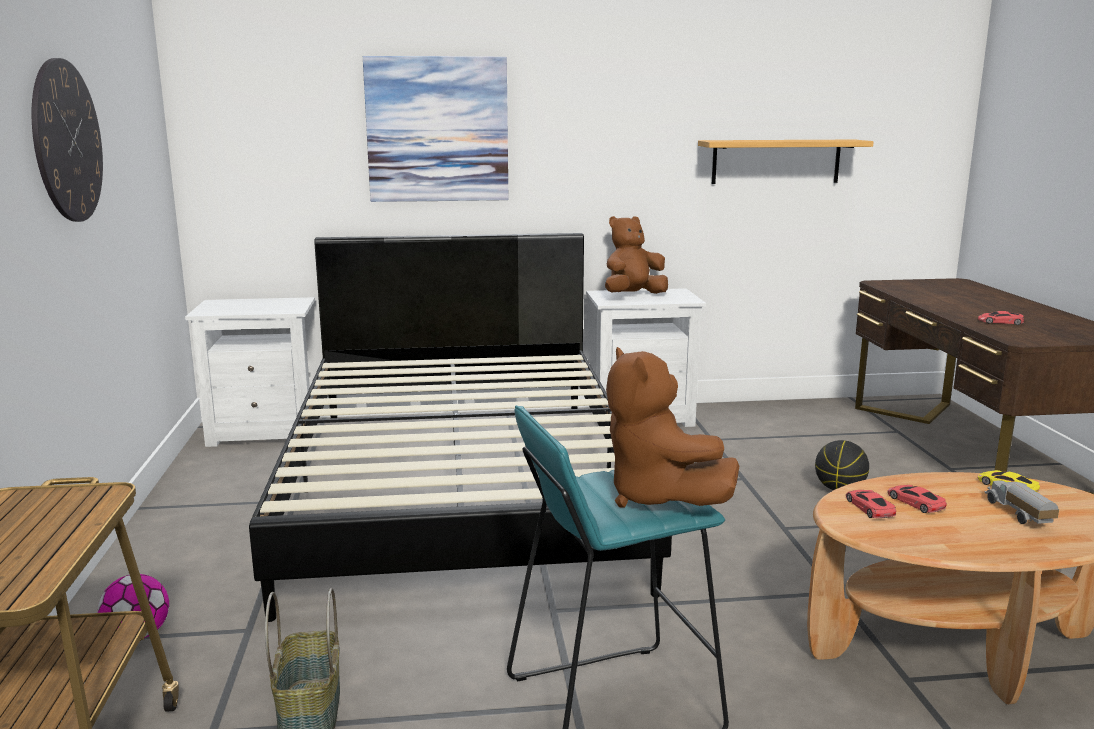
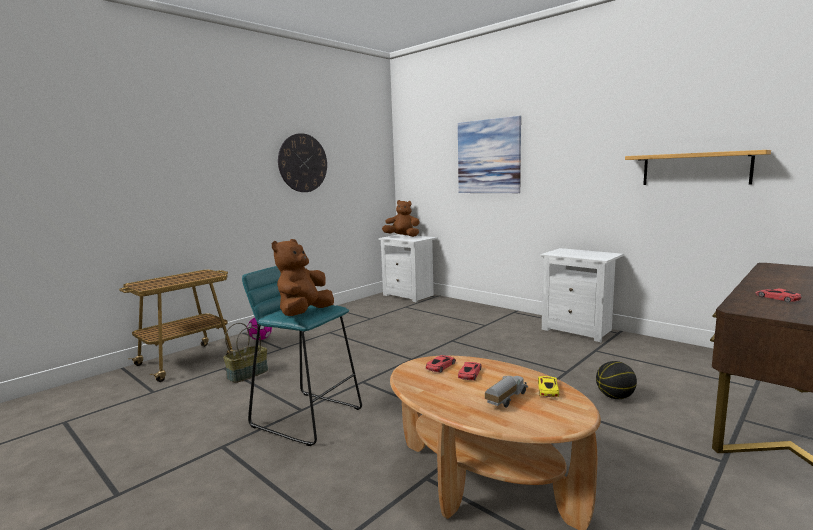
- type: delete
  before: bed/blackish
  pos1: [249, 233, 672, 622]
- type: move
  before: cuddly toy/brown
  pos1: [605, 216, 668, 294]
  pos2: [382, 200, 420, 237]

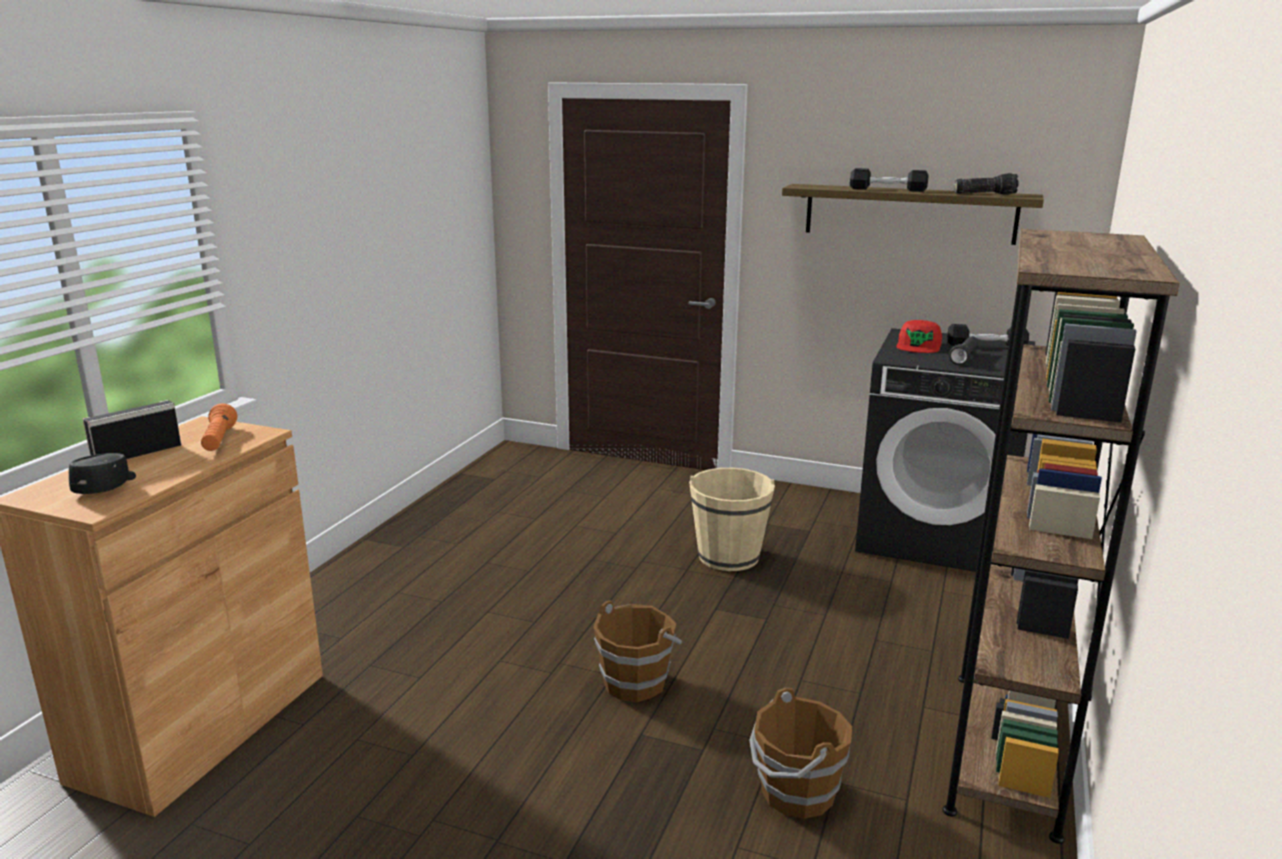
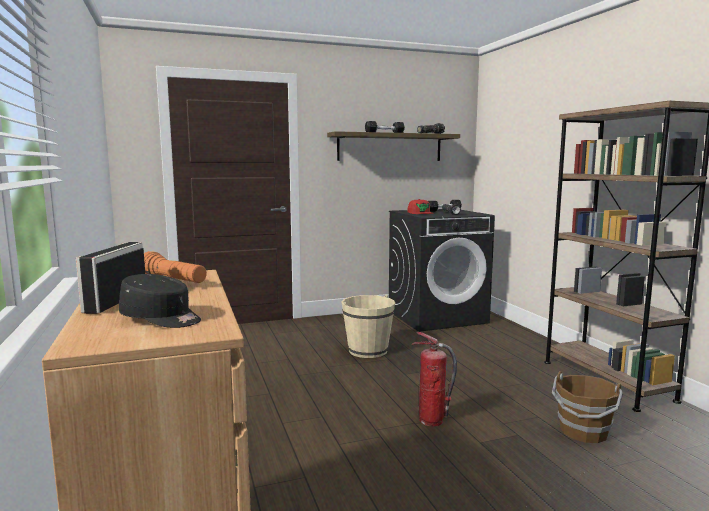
- type: replace
  before: bucket/brown
  after: fire extinguisher
  pos1: [594, 600, 682, 702]
  pos2: [412, 332, 457, 426]
- type: rotate
  before: cap/blackish
  pos1: [69, 453, 136, 494]
  pos2: [119, 274, 201, 328]
  turn: 150

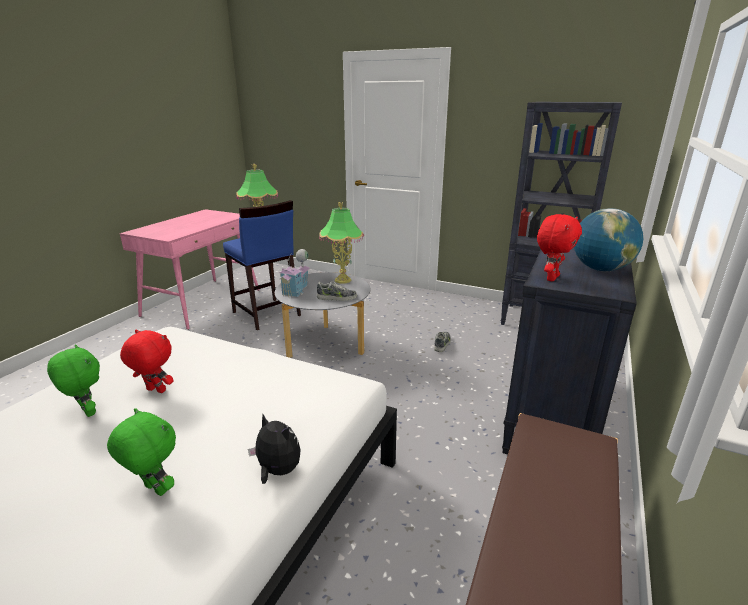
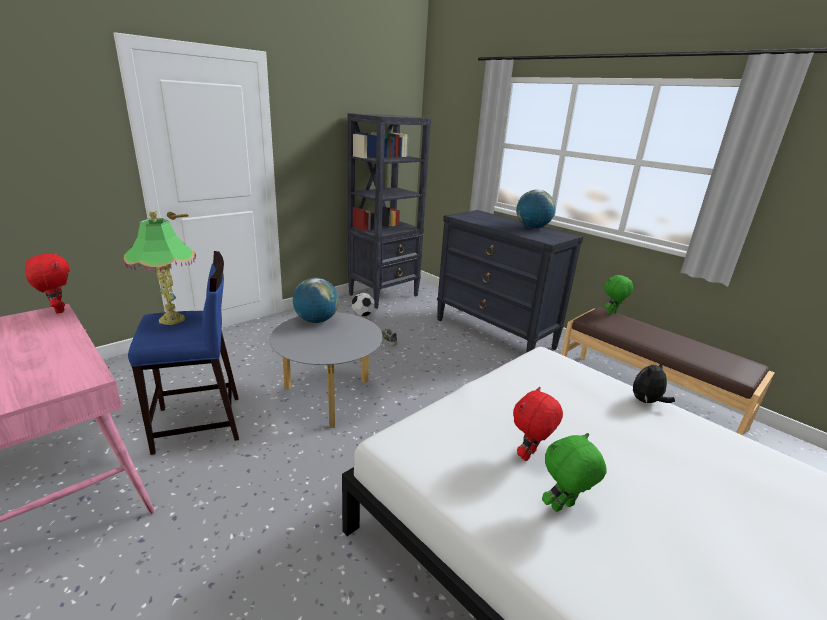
- type: delete
  before: miniature house
  pos1: [279, 249, 310, 298]
- type: delete
  before: item of footwear
  pos1: [317, 281, 357, 301]
- type: insert
  after: football
  pos2: [352, 293, 375, 317]
- type: move
  before: cuddly toy/green
  pos1: [107, 408, 176, 496]
  pos2: [605, 275, 633, 314]
- type: move
  before: cuddly toy/reddish
  pos1: [537, 214, 582, 281]
  pos2: [25, 253, 69, 313]
- type: replace
  before: tabletop lamp
  after: desk globe
  pos1: [319, 202, 364, 284]
  pos2: [293, 278, 339, 323]

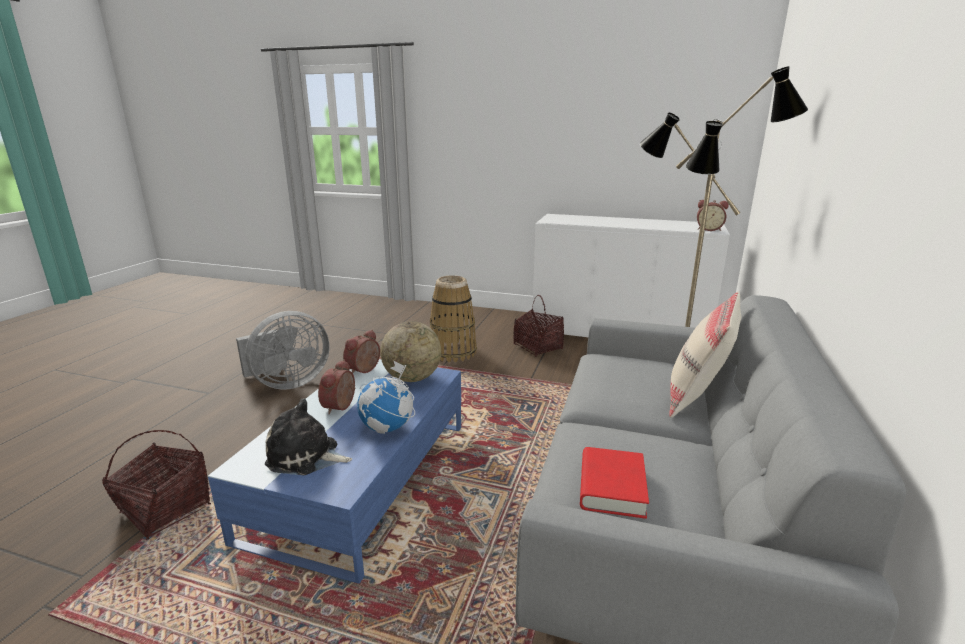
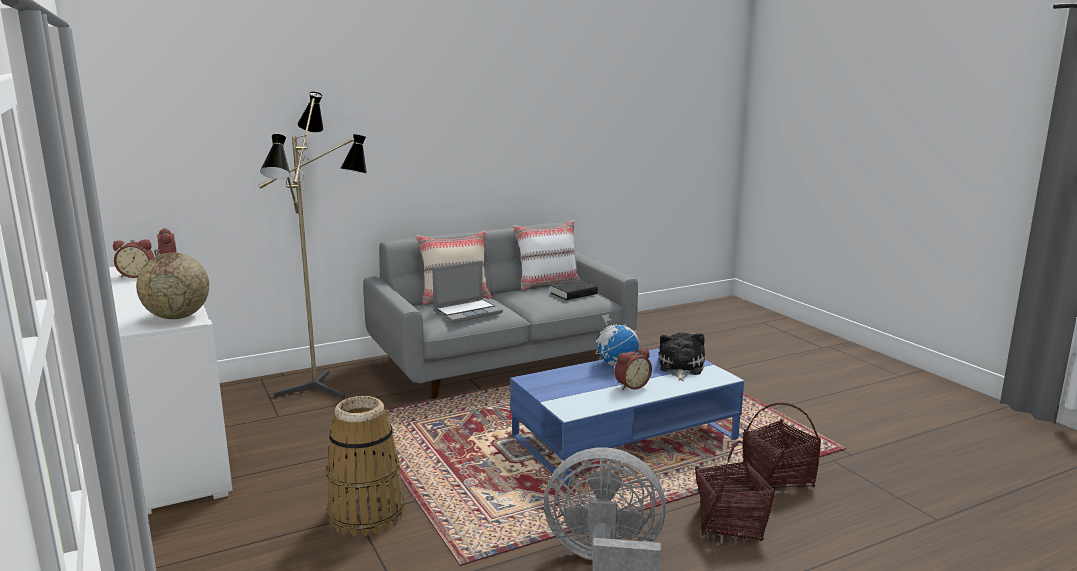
- type: insert
  after: portable computer
  pos2: [432, 261, 503, 323]
- type: insert
  after: cushion/whitish
  pos2: [513, 220, 580, 290]
- type: move
  before: bedside clock
  pos1: [343, 330, 380, 373]
  pos2: [113, 239, 154, 278]
- type: move
  before: desk globe
  pos1: [380, 321, 441, 382]
  pos2: [136, 252, 209, 319]
- type: move
  before: storage basket
  pos1: [513, 295, 564, 357]
  pos2: [695, 441, 775, 541]
- type: recolor
  before: volume/reddish
  after: volume/blackish
  pos1: [580, 447, 649, 519]
  pos2: [550, 279, 598, 300]
- type: rotate
  before: cuddly toy
  pos1: [265, 398, 352, 475]
  pos2: [659, 332, 705, 381]
  turn: -135

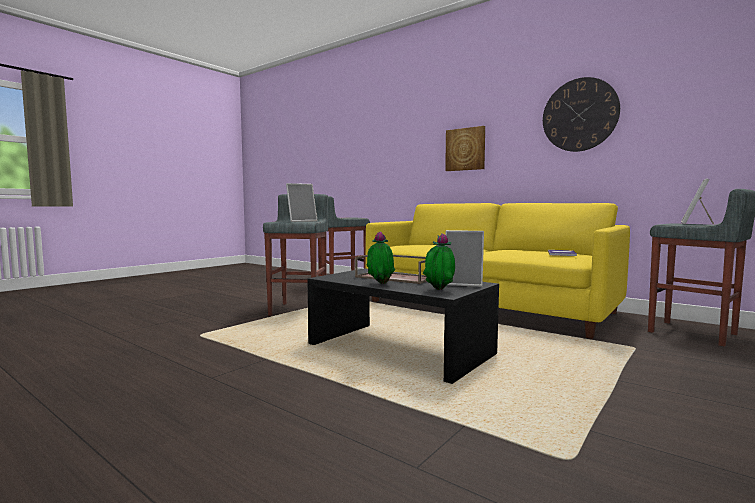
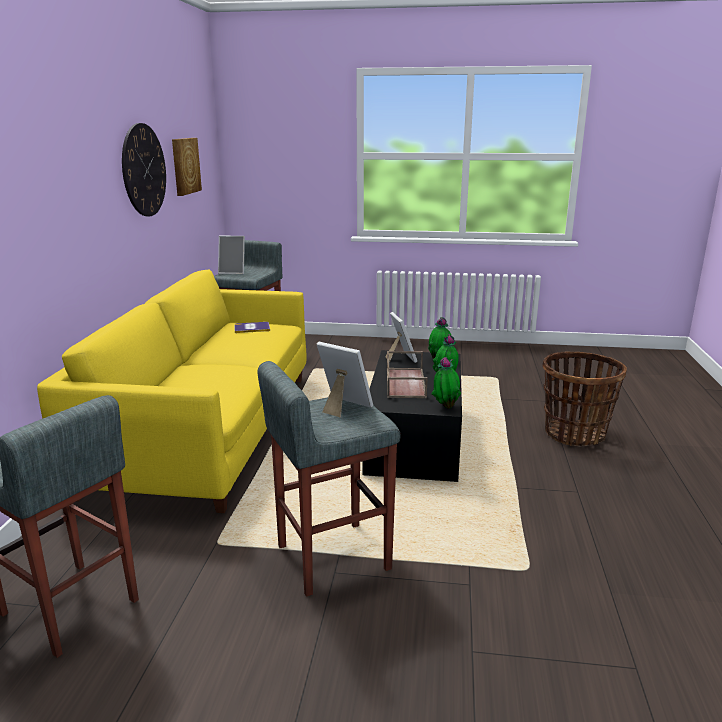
- type: insert
  after: houseplant
  pos2: [432, 357, 461, 409]
- type: insert
  after: storage basket
  pos2: [542, 352, 627, 447]
- type: move
  before: picture
  pos1: [445, 126, 485, 171]
  pos2: [172, 138, 202, 196]

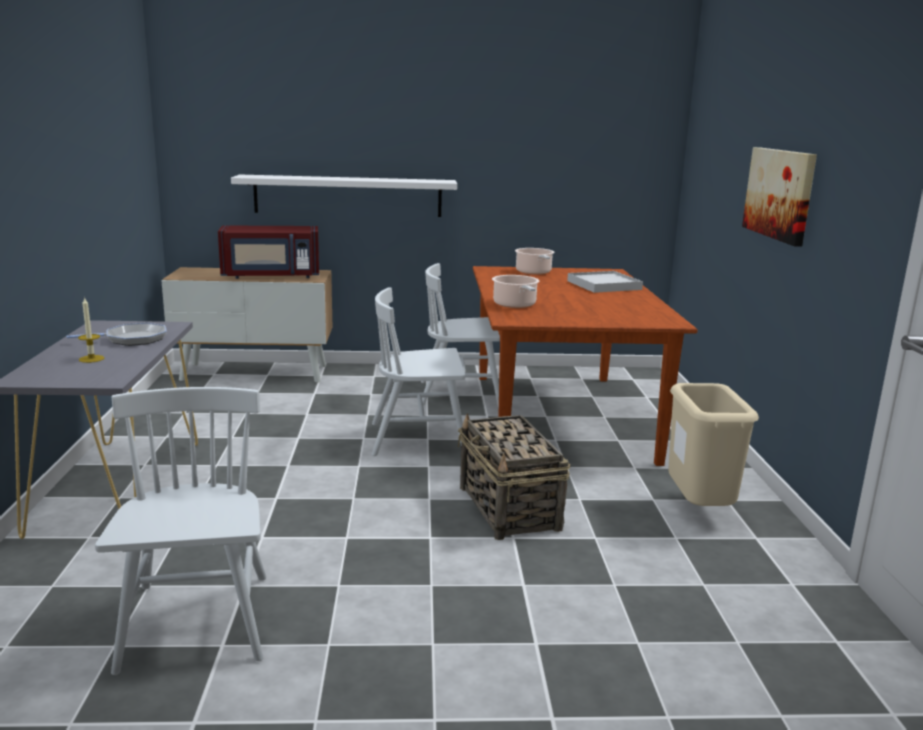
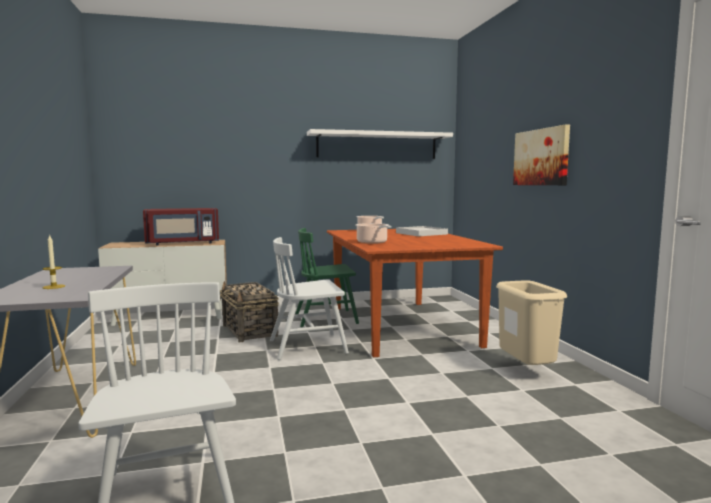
- type: delete
  before: skillet
  pos1: [66, 323, 166, 346]
- type: move
  before: bracket shelf/whitish
  pos1: [231, 174, 457, 217]
  pos2: [307, 129, 453, 159]
- type: move
  before: storage basket
  pos1: [458, 413, 570, 540]
  pos2: [220, 281, 279, 342]
- type: recolor
  before: plain chair/whitish
  after: plain chair/green
  pos1: [421, 263, 500, 407]
  pos2: [295, 228, 359, 327]

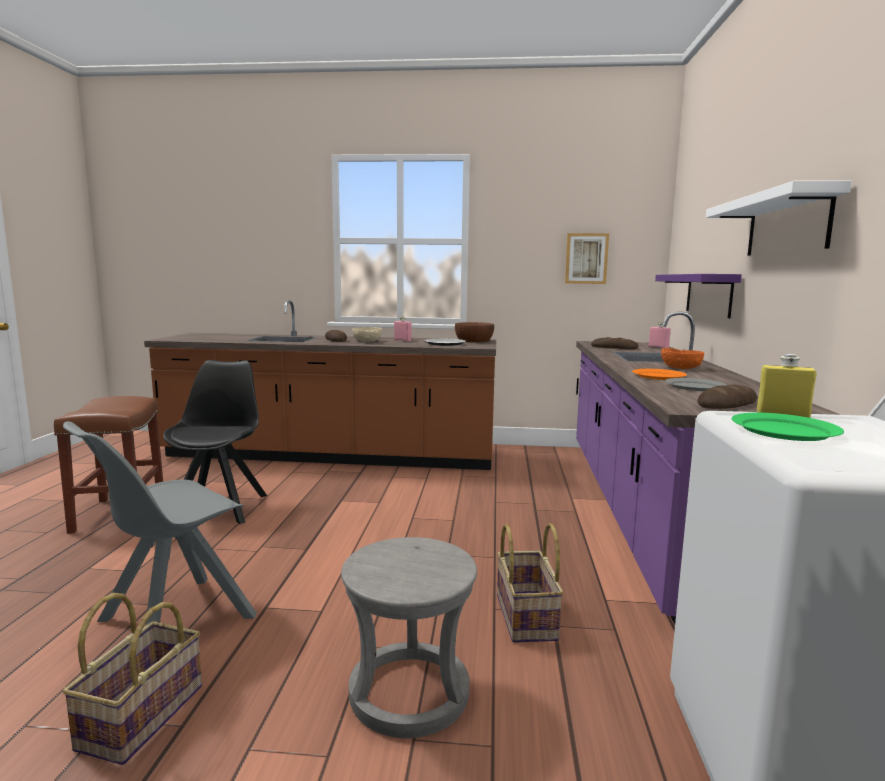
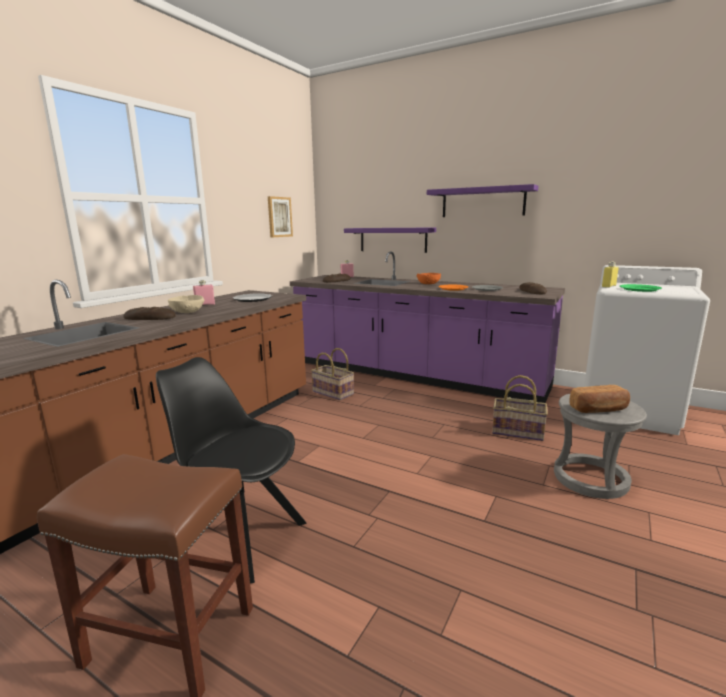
- type: delete
  before: plain chair/grey
  pos1: [63, 421, 257, 626]
- type: delete
  before: bowl/brown
  pos1: [455, 322, 494, 342]
- type: insert
  after: baked bread
  pos2: [570, 385, 630, 413]
- type: move
  before: storage basket
  pos1: [62, 593, 202, 765]
  pos2: [311, 348, 354, 400]
- type: recolor
  before: bracket shelf/whitish
  after: bracket shelf/purple-coloured
  pos1: [706, 181, 852, 256]
  pos2: [427, 184, 538, 217]

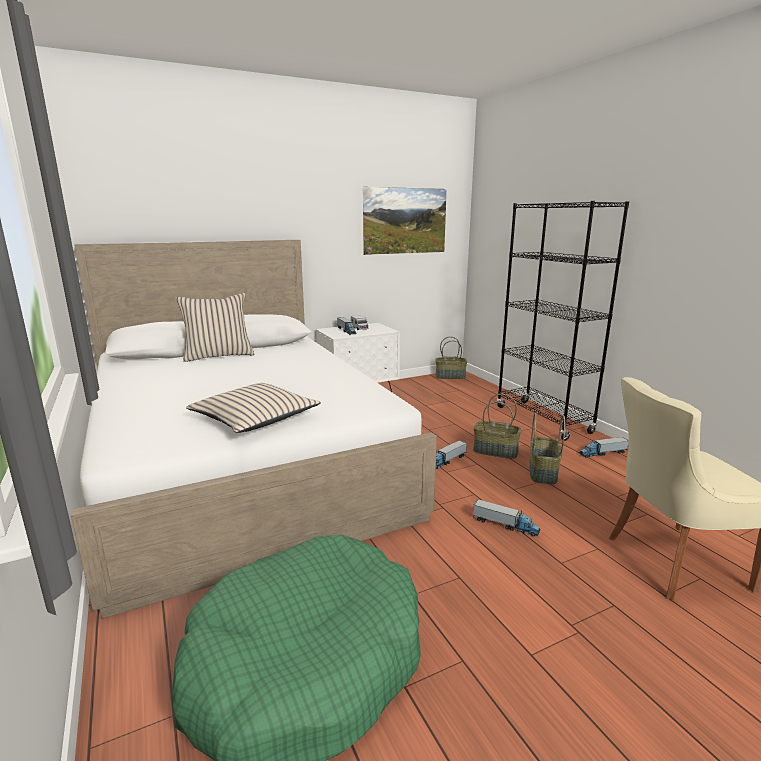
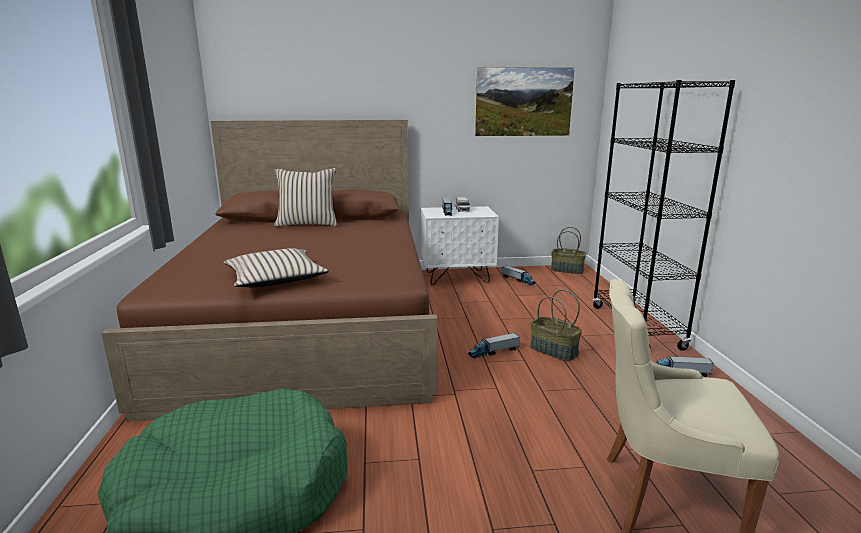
- type: delete
  before: storage basket
  pos1: [529, 413, 565, 485]
- type: move
  before: toy truck
  pos1: [473, 499, 540, 536]
  pos2: [502, 265, 536, 285]
- type: recolor
  before: bed/whitish
  after: bed/brown
  pos1: [71, 240, 437, 619]
  pos2: [102, 120, 437, 422]

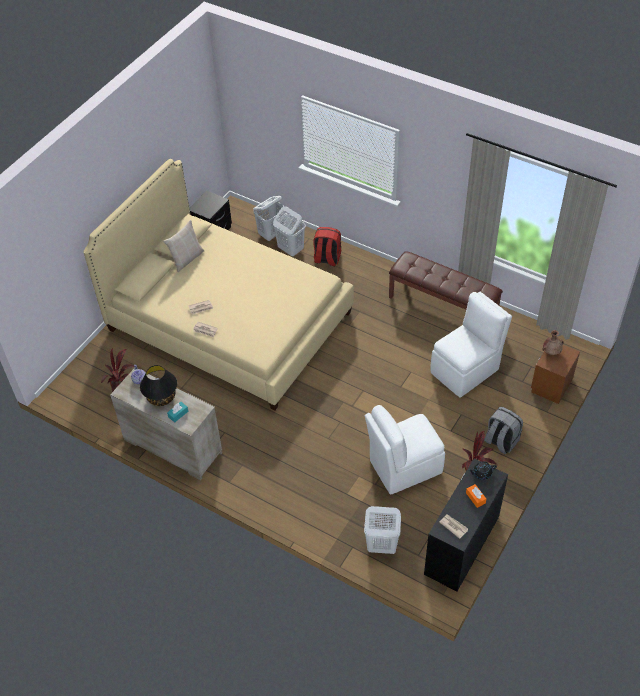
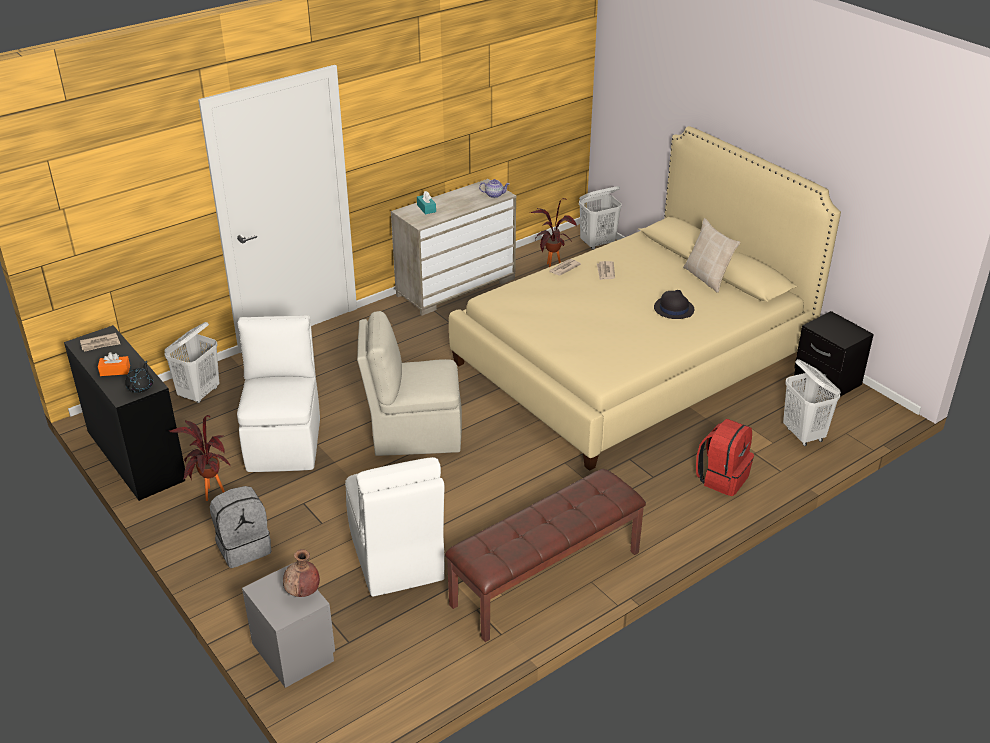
- type: delete
  before: tabletop lamp/blackish
  pos1: [140, 365, 177, 406]
- type: insert
  after: plain chair/sand-coloured
  pos2: [357, 311, 462, 456]
- type: insert
  after: hat/blackish
  pos2: [654, 290, 694, 319]
- type: move
  before: washing basket/whitish
  pos1: [273, 206, 306, 257]
  pos2: [579, 186, 622, 250]
- type: recolor
  before: nightstand/brown
  after: nightstand/grey
  pos1: [531, 345, 580, 404]
  pos2: [242, 564, 335, 688]

